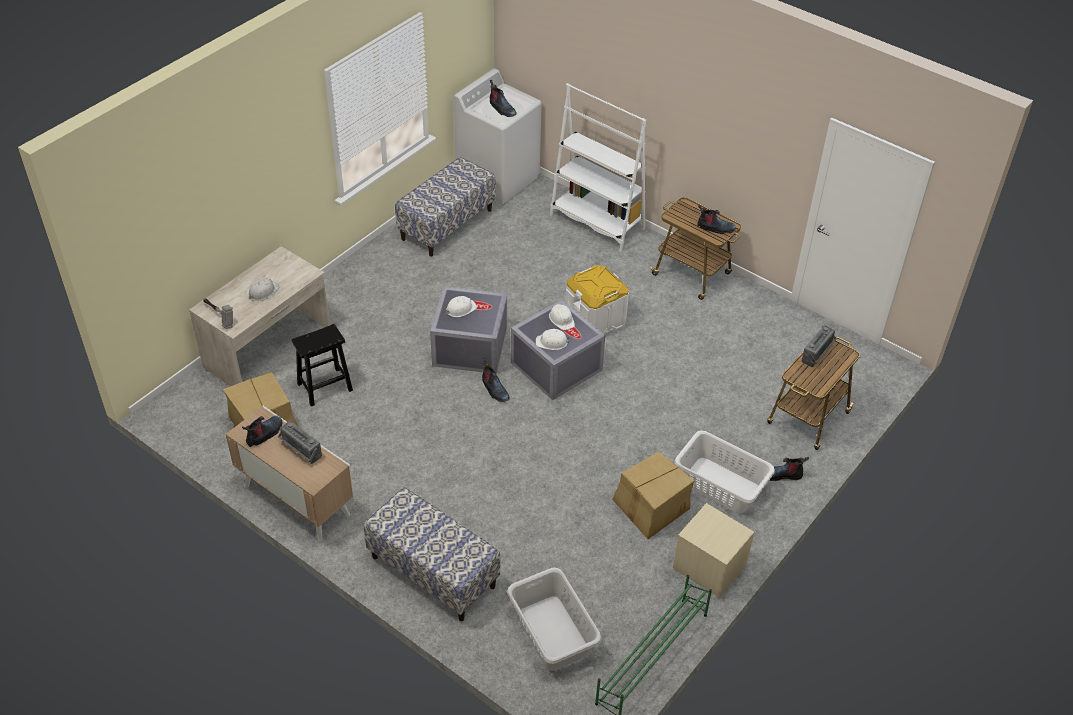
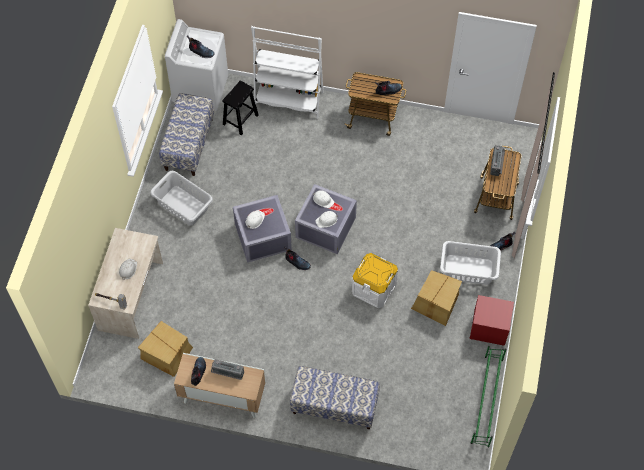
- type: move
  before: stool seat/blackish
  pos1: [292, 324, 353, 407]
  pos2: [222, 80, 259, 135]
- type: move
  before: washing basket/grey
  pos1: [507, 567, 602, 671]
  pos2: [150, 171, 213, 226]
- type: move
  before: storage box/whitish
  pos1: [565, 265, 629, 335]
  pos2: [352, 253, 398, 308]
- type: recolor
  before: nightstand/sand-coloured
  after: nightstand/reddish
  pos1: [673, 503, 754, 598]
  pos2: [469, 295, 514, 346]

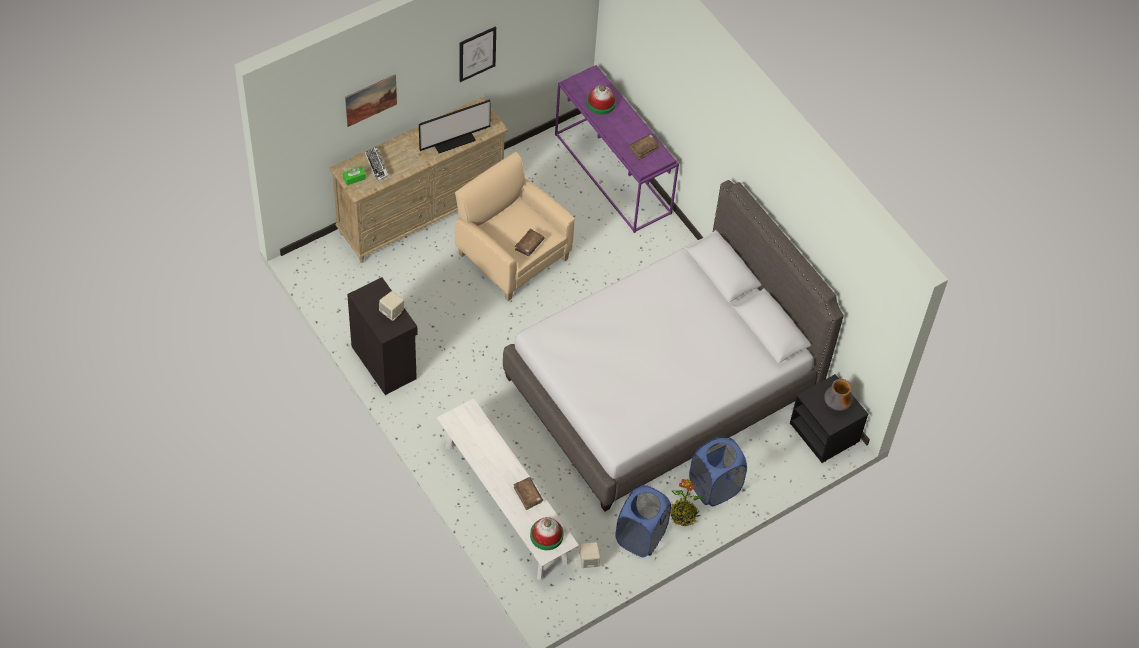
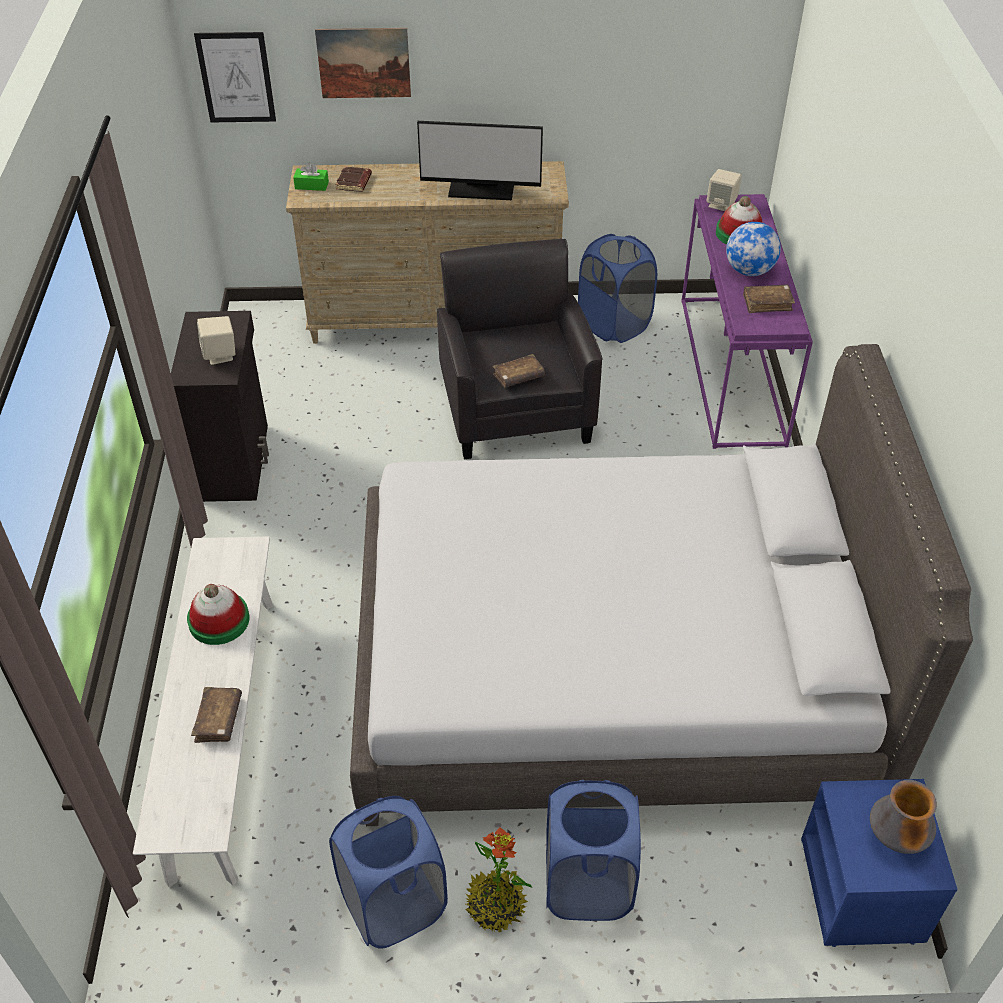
- type: insert
  after: washing basket/bluish
  pos2: [578, 234, 657, 343]
- type: insert
  after: desk globe
  pos2: [726, 222, 781, 276]
- type: move
  before: picture
  pos1: [460, 26, 496, 82]
  pos2: [194, 32, 276, 122]
- type: move
  before: hat
  pos1: [530, 517, 564, 550]
  pos2: [187, 584, 249, 645]
- type: move
  before: speaker/sand-coloured
  pos1: [580, 542, 600, 568]
  pos2: [706, 169, 742, 211]
- type: replace
  before: keyboard
  after: volume/brown
  pos1: [365, 146, 389, 182]
  pos2: [336, 166, 372, 192]
- type: recolor
  before: lounge chair/sand-coloured
  after: lounge chair/blackish
  pos1: [455, 152, 575, 301]
  pos2: [437, 239, 603, 459]
- type: recolor
  before: nightstand/blackish
  after: nightstand/bluish
  pos1: [790, 374, 868, 463]
  pos2: [801, 779, 958, 947]

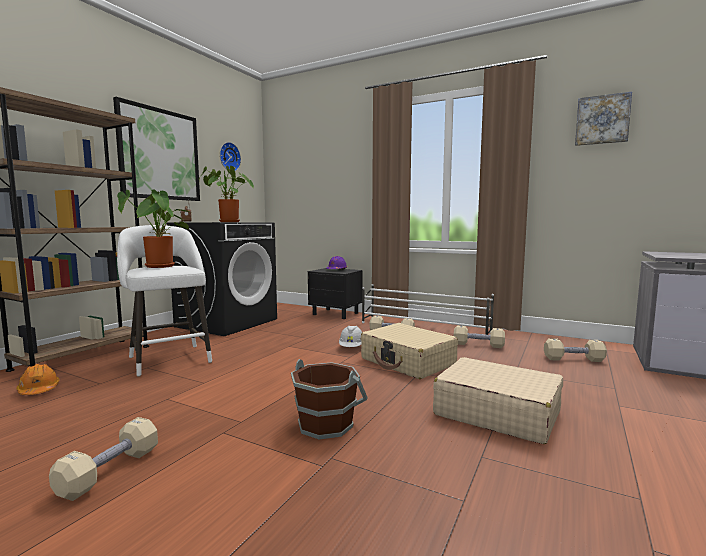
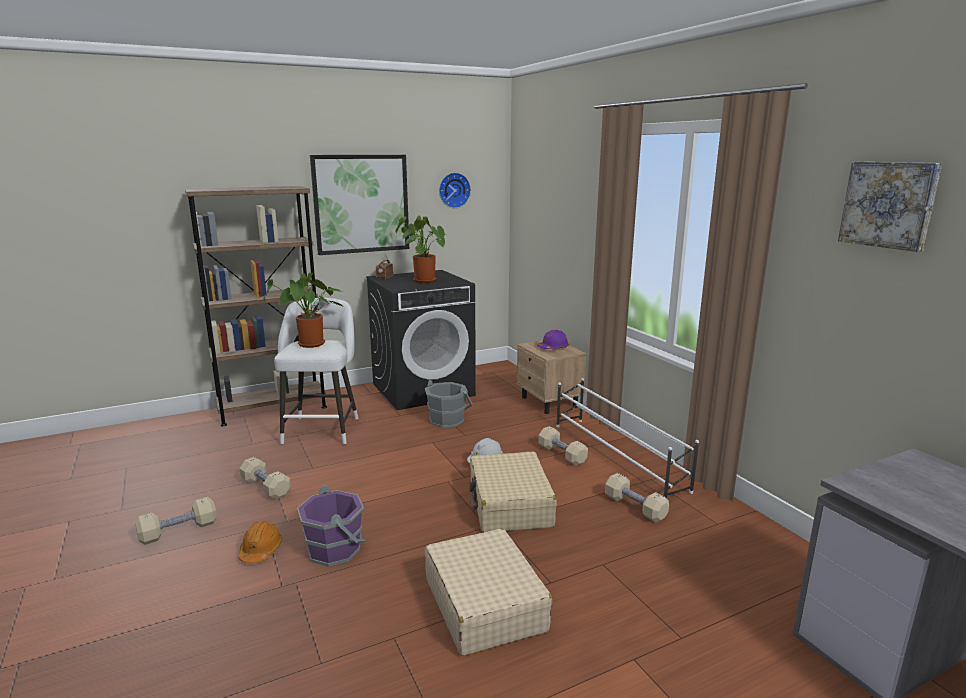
- type: insert
  after: bucket/grey
  pos2: [425, 380, 473, 428]
- type: move
  before: safety helmet/orange
  pos1: [16, 364, 60, 395]
  pos2: [238, 521, 282, 563]
- type: move
  before: dumbbell/sand-coloured
  pos1: [544, 338, 607, 362]
  pos2: [240, 457, 291, 499]
- type: recolor
  before: bucket/brown
  after: bucket/purple-coloured
  pos1: [291, 359, 368, 439]
  pos2: [297, 485, 365, 567]
- type: recolor
  before: nightstand/blackish
  after: nightstand/sand-coloured
  pos1: [308, 268, 363, 319]
  pos2: [517, 341, 587, 414]

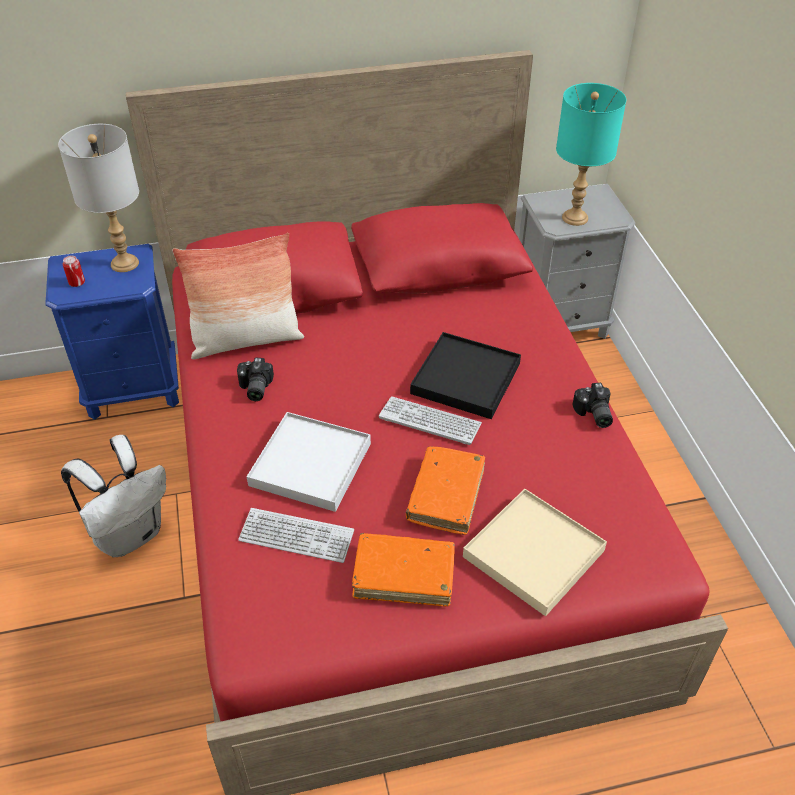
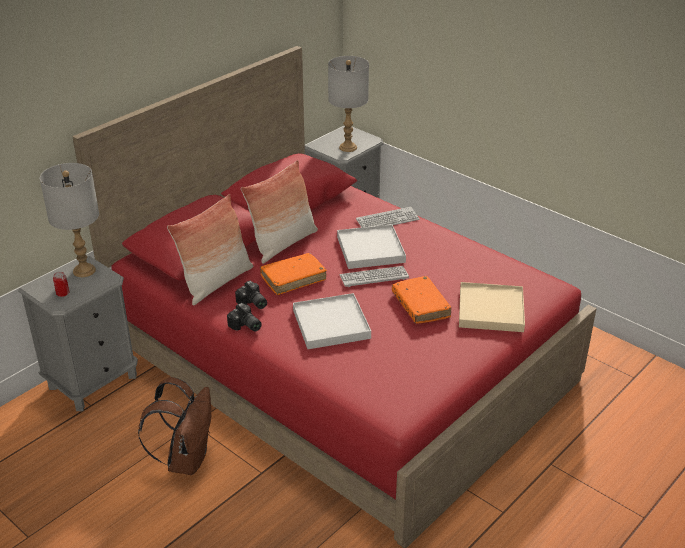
- type: insert
  after: cushion
  pos2: [241, 160, 318, 264]
- type: move
  before: keyboard
  pos1: [238, 508, 354, 563]
  pos2: [356, 207, 419, 228]
- type: move
  before: volume/orange
  pos1: [352, 533, 455, 606]
  pos2: [260, 253, 327, 295]
- type: move
  before: still camera
  pos1: [572, 383, 613, 428]
  pos2: [227, 303, 262, 331]
- type: recolor
  before: nightstand/bluish
  after: nightstand/grey
  pos1: [45, 244, 179, 420]
  pos2: [18, 254, 138, 411]
- type: recolor
  before: rucksack/whitish
  after: rucksack/brown
  pos1: [61, 435, 166, 557]
  pos2: [138, 377, 211, 475]
- type: recolor
  before: carrying tray/blackish
  after: carrying tray/whitish
  pos1: [410, 332, 521, 419]
  pos2: [337, 224, 406, 269]
- type: recolor
  before: tabletop lamp/turquoise
  after: tabletop lamp/grey
  pos1: [556, 83, 626, 226]
  pos2: [328, 56, 369, 152]

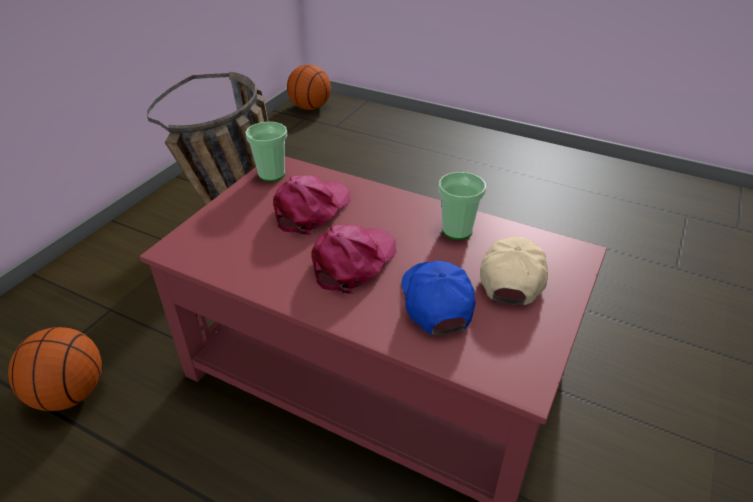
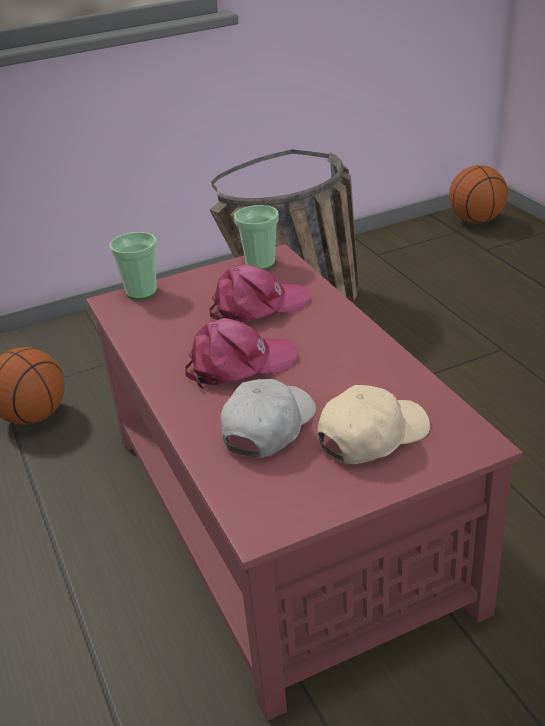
- type: move
  before: small cup
  pos1: [439, 172, 486, 240]
  pos2: [109, 232, 157, 300]
- type: recolor
  before: cap/bluish
  after: cap/whitish
  pos1: [401, 261, 475, 335]
  pos2: [221, 379, 316, 458]

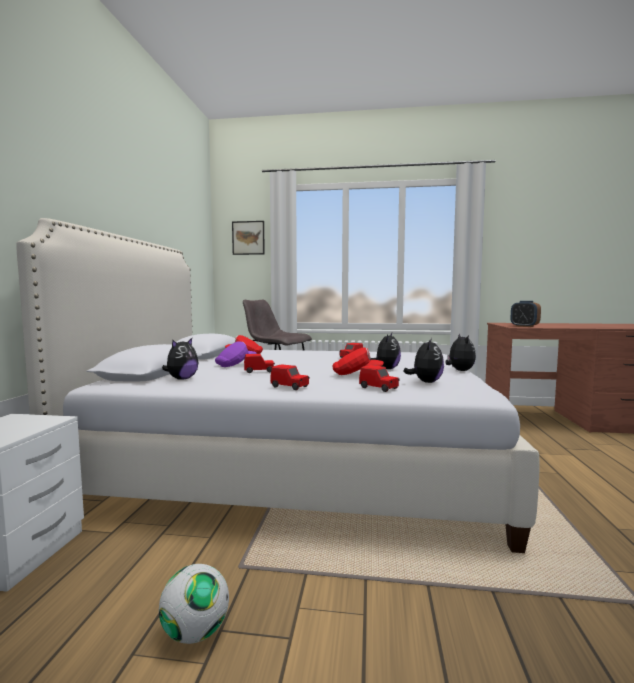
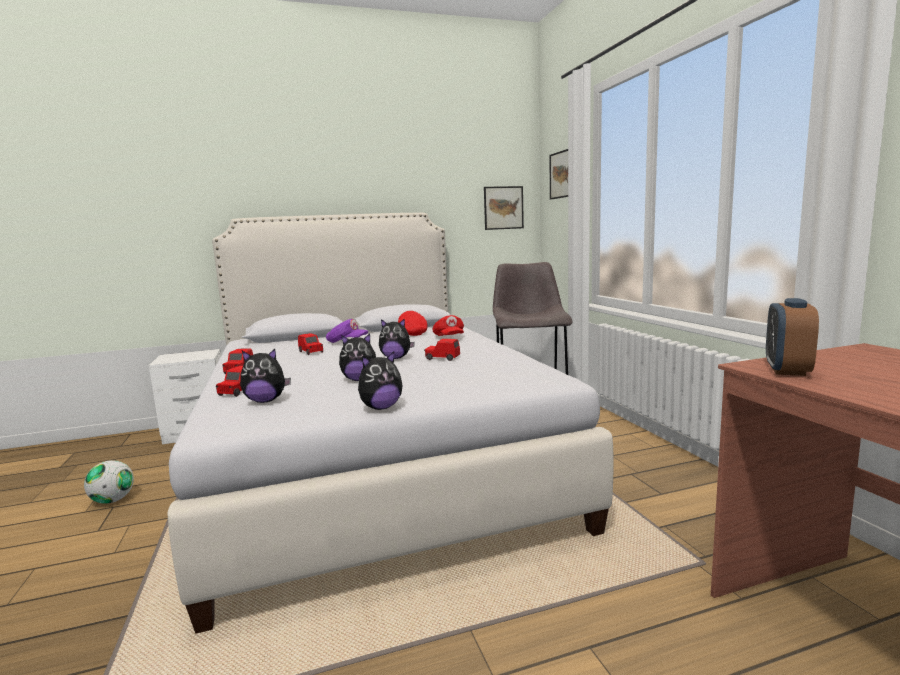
- type: insert
  after: picture
  pos2: [484, 186, 524, 230]
- type: move
  before: cuddly toy
  pos1: [162, 338, 198, 380]
  pos2: [379, 319, 415, 359]
- type: move
  before: cap/reddish
  pos1: [332, 347, 384, 375]
  pos2: [433, 315, 464, 336]

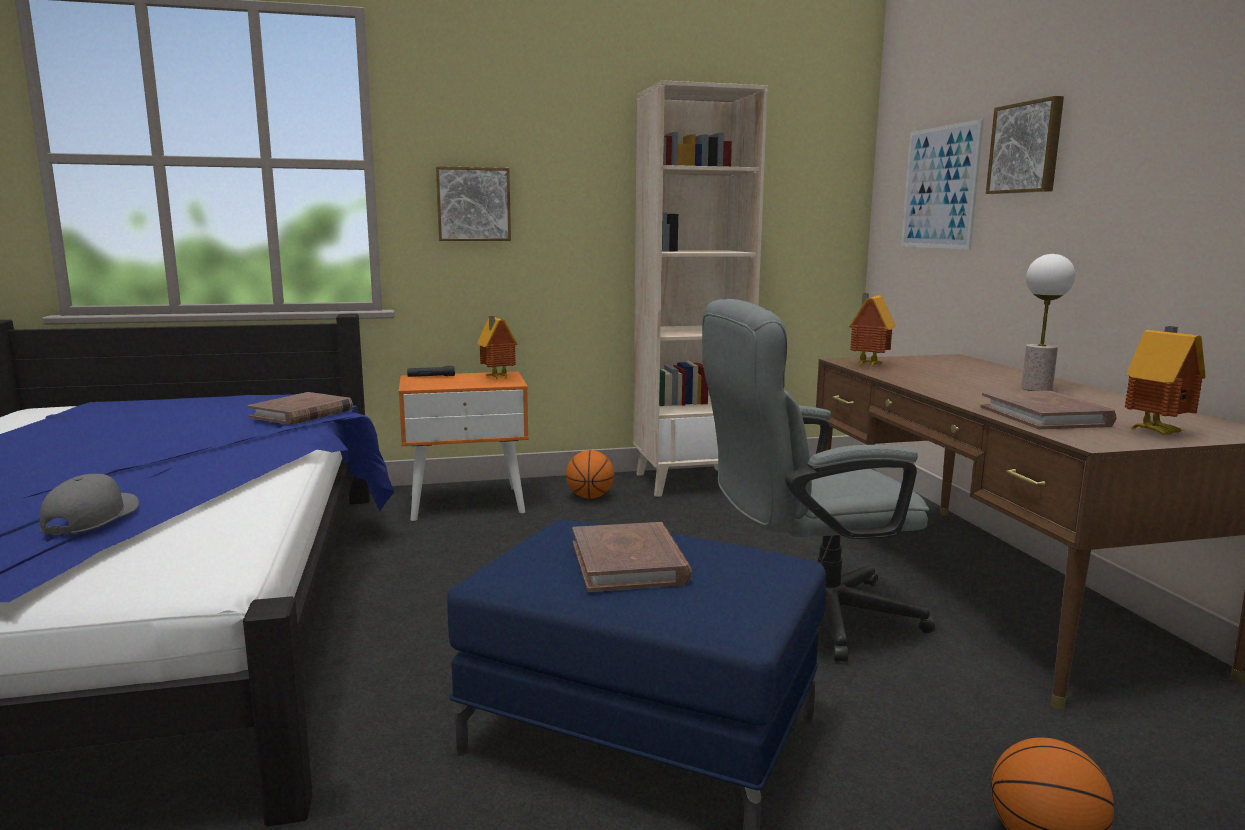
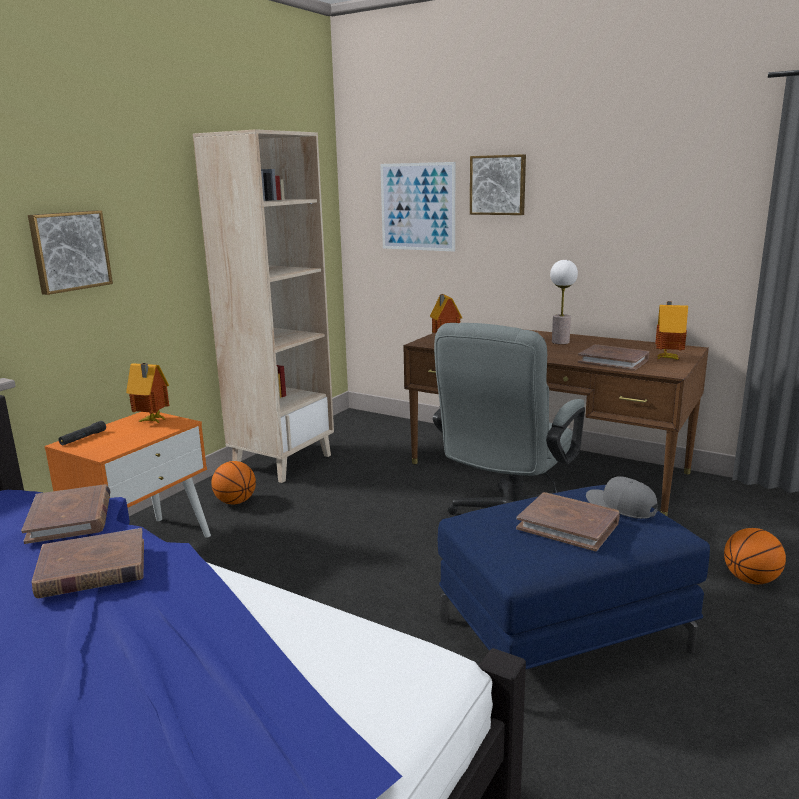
- type: insert
  after: volume/brown
  pos2: [31, 528, 144, 599]
- type: move
  before: cap/grey
  pos1: [40, 474, 139, 535]
  pos2: [586, 476, 658, 519]

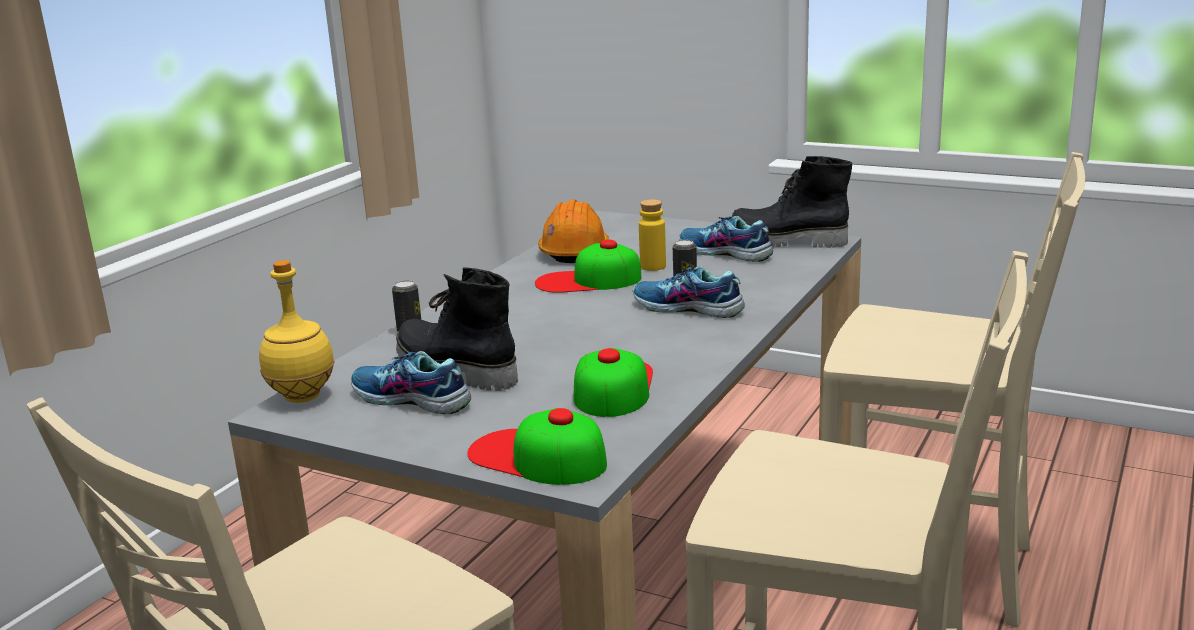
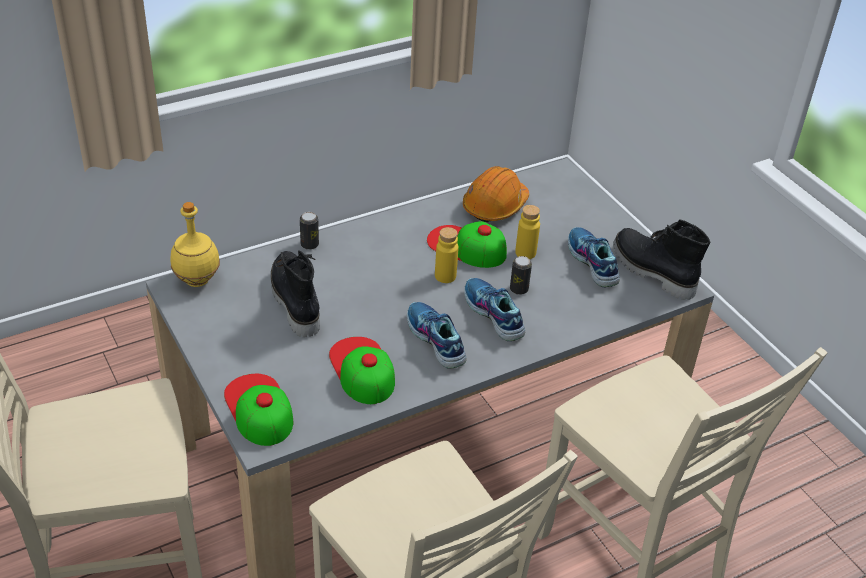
- type: insert
  after: bottle/yellow-coloured
  pos2: [435, 227, 459, 283]
- type: move
  before: item of footwear
  pos1: [351, 351, 471, 414]
  pos2: [407, 302, 467, 369]
- type: rotate
  before: cap
  pos1: [573, 348, 653, 417]
  pos2: [329, 337, 395, 404]
  turn: -60

